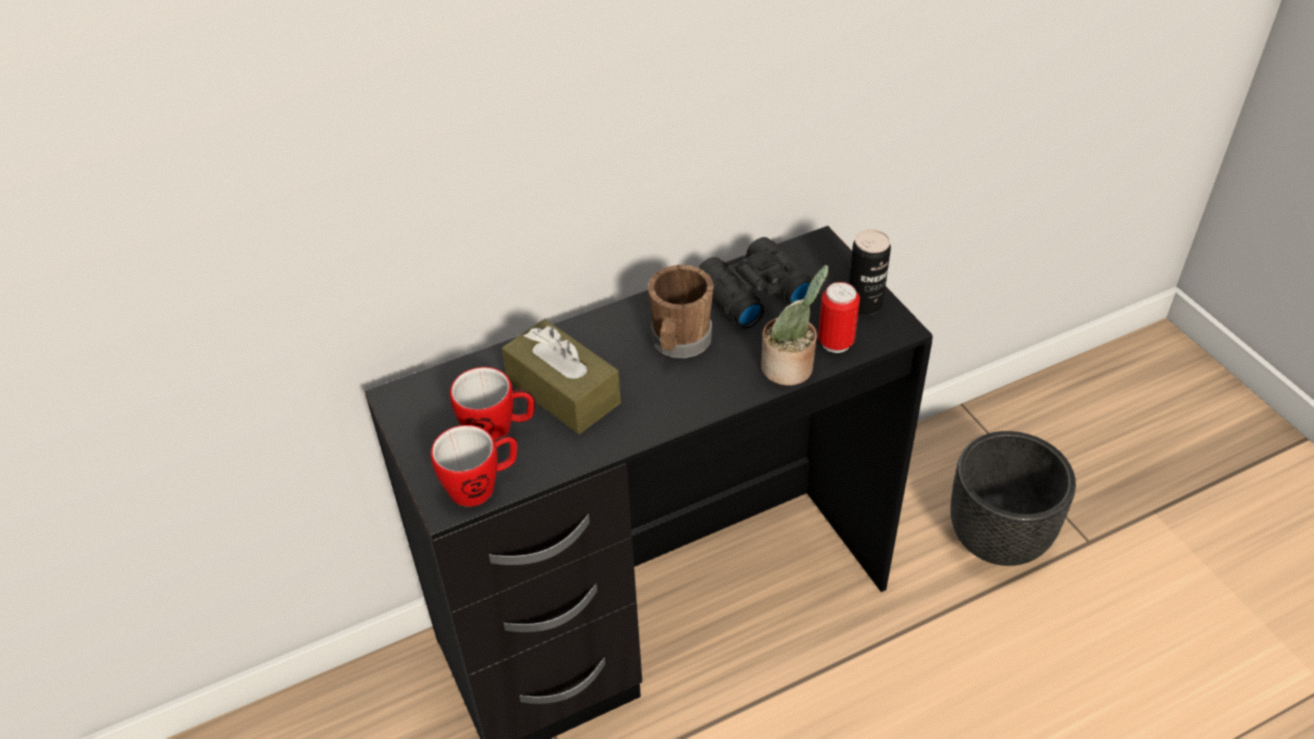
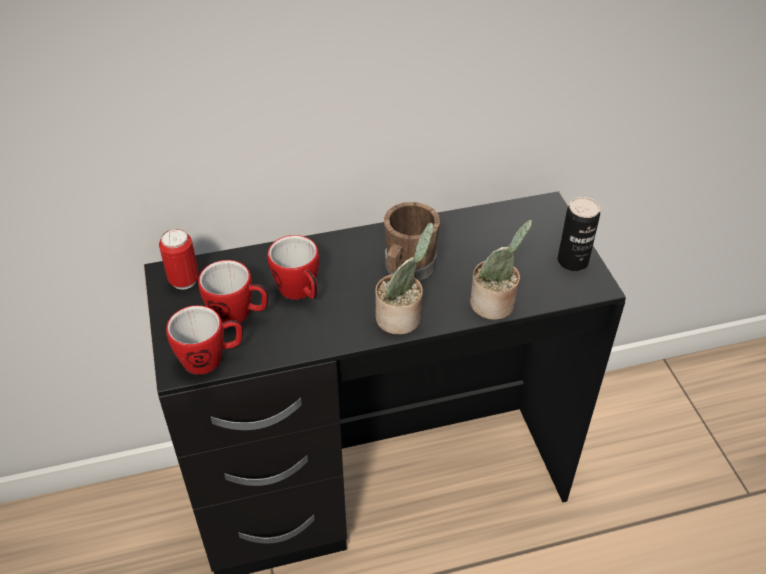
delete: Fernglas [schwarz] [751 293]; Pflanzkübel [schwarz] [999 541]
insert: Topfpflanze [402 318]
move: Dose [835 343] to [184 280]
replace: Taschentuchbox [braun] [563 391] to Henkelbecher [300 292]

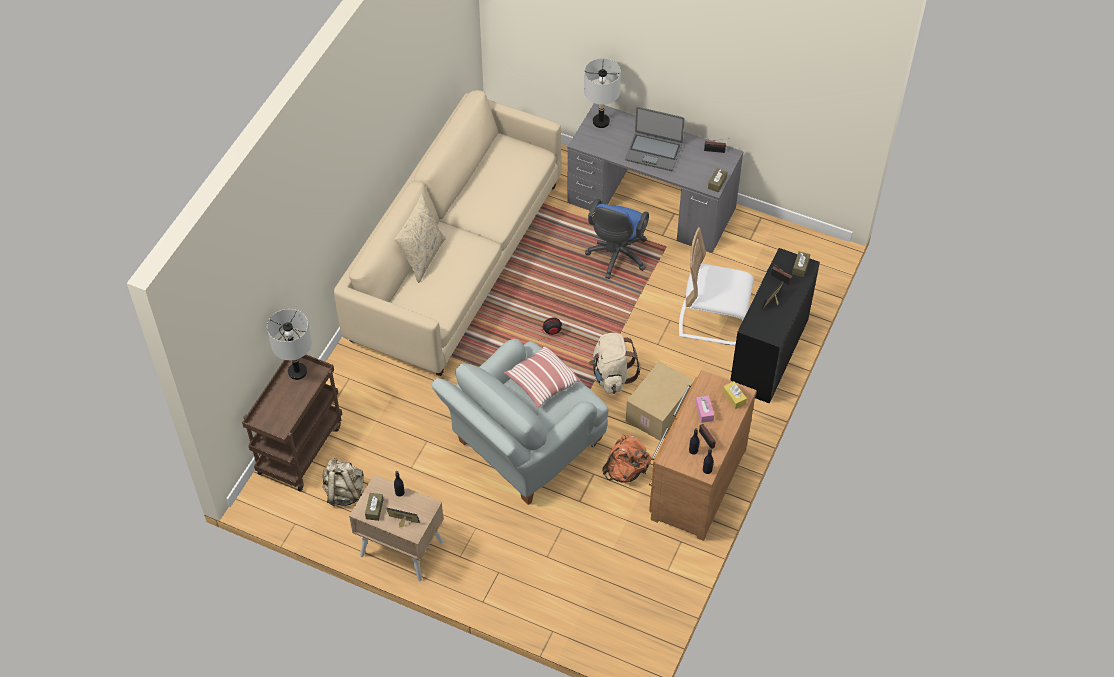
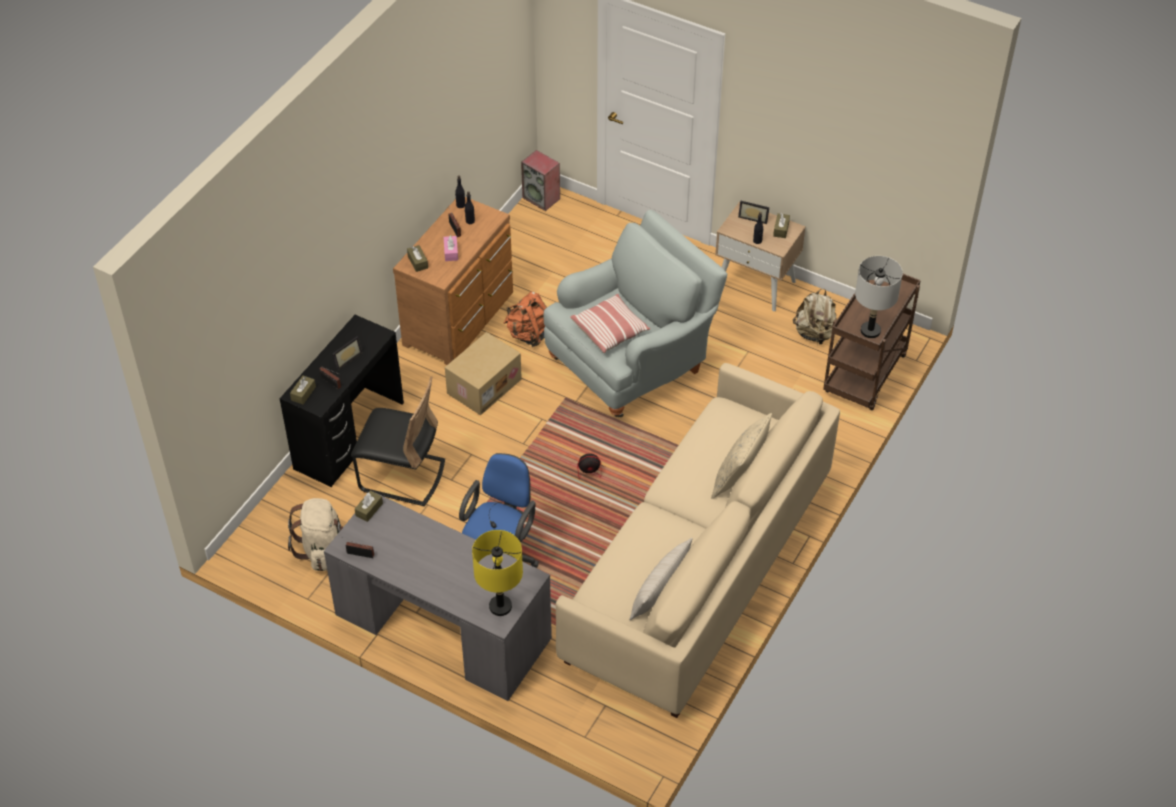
delete: Laptop [653 152]
insert: Lautsprecher [542 198]; Kissen [beige] [660 591]
move: Rucksack [beige] [611 376] to [322 549]
recolor: Tischlampe [grau] [600 122] to Tischlampe [gelb] [500 606]; Stuhl [weiß] [713 320] to Stuhl [schwarz] [402 476]; Taschentuchbox [gelb] [734 398] to Taschentuchbox [braun] [418 262]

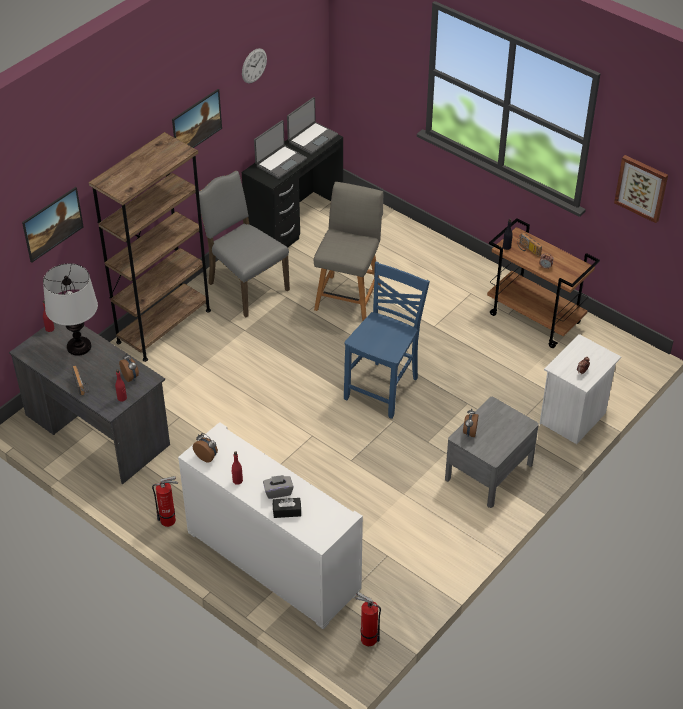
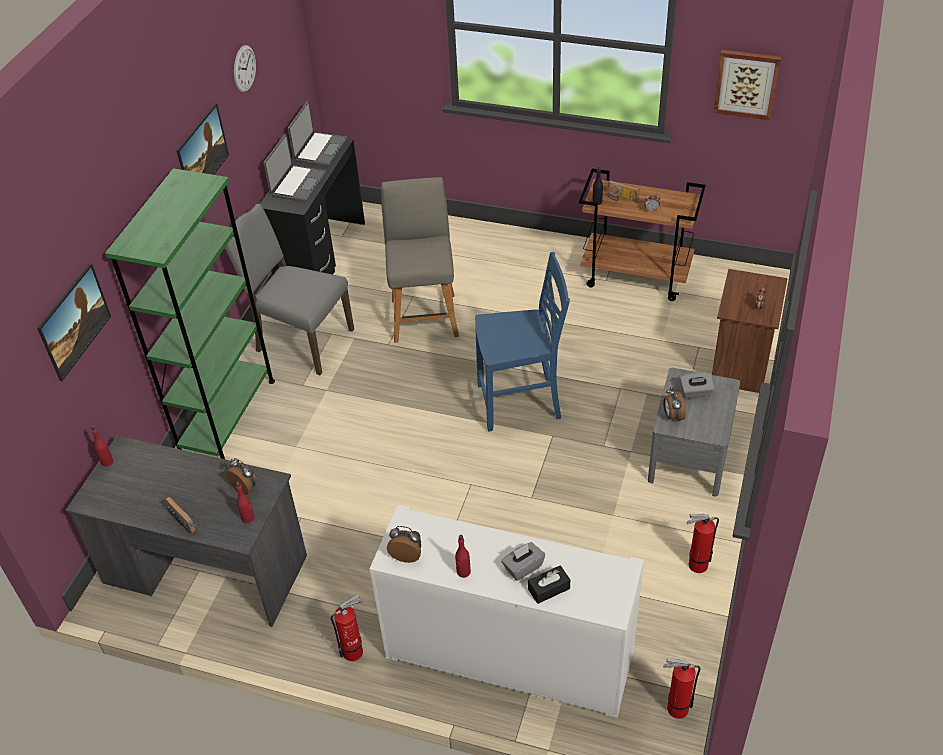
delete: Tischlampe [79 346]
insert: Taschentuchbox [grau] [696 392]; Feuerlöscher [695 565]
recolor: Bücherregal [braun] [164 326] to Bücherregal [grün] [227 416]; Nachttisch [weiß] [574 418] to Nachttisch [braun] [741 367]
rotate: Stuhl [blau] [383 388] = [521 403] 75 degrees clockwise

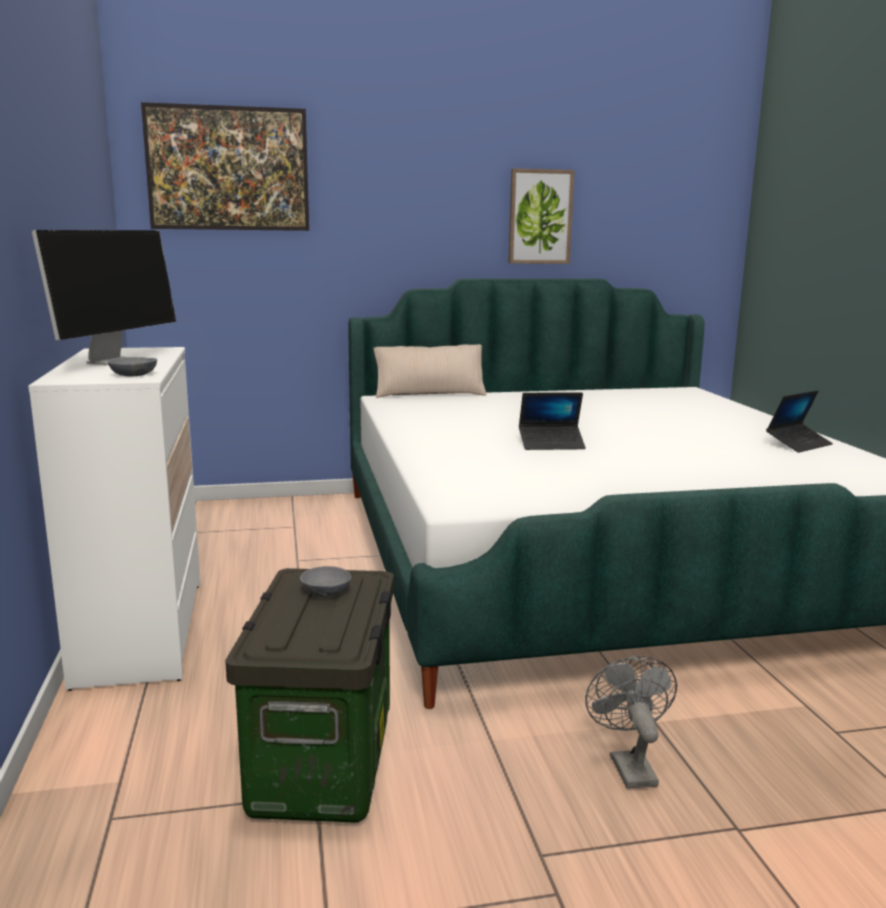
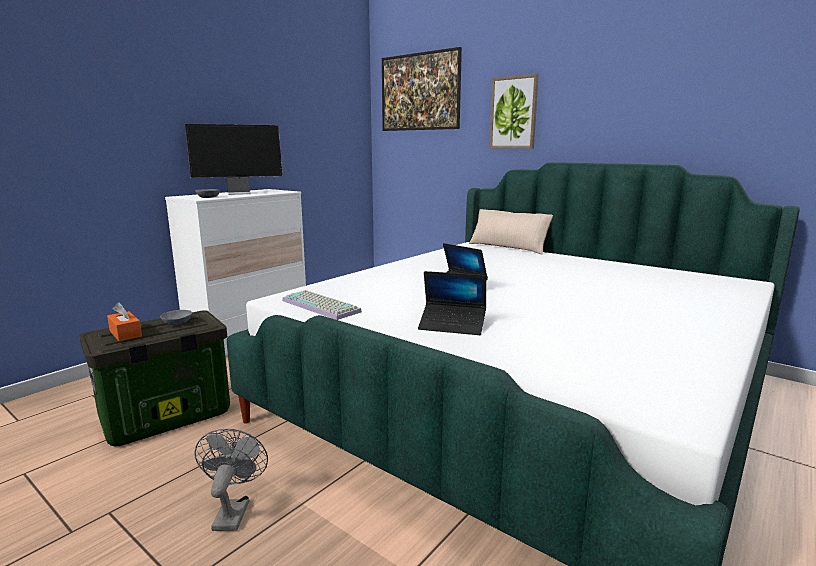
insert: Taschentuchbox [orange] [125 333]; Tastatur [322 306]
move: Bild [540 217] to [513 113]; Laptop [798 444] to [452 325]
rotate: Ventilator [grau] [628 765] = [233 511] 45 degrees counterclockwise

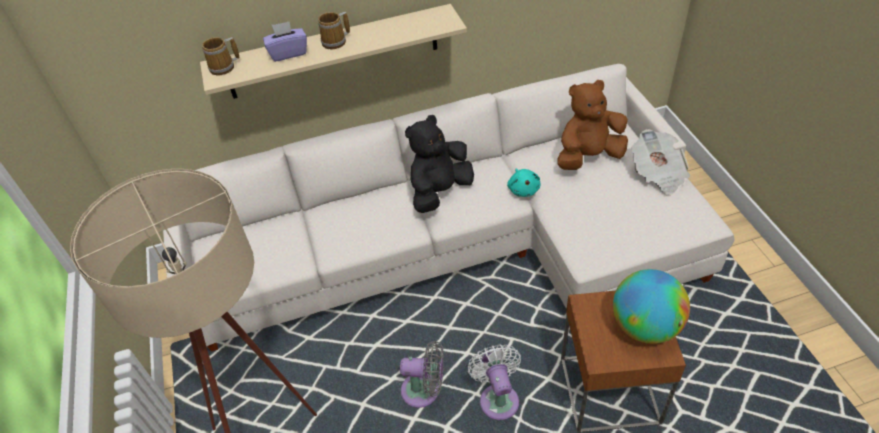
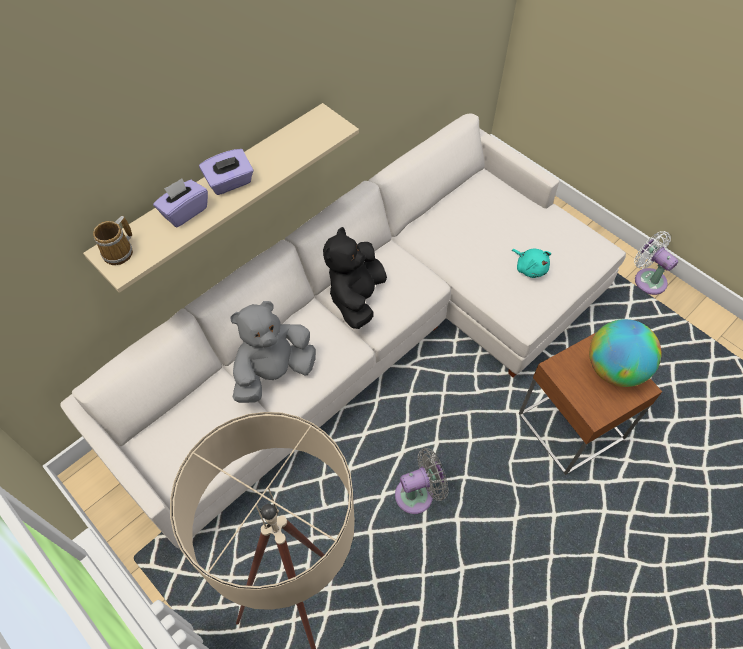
delete: Plüschtier [braun] [588 157]; Zeitung [658 174]
insert: Plüschtier [grau] [274 373]
move: Ventilator [weiß] [498 398] to [647 279]; Plüschtier [türkis] [523 189] to [530 268]
replace: Henkelbecher [336 42] to Taschentuchbox [lila] [230 183]

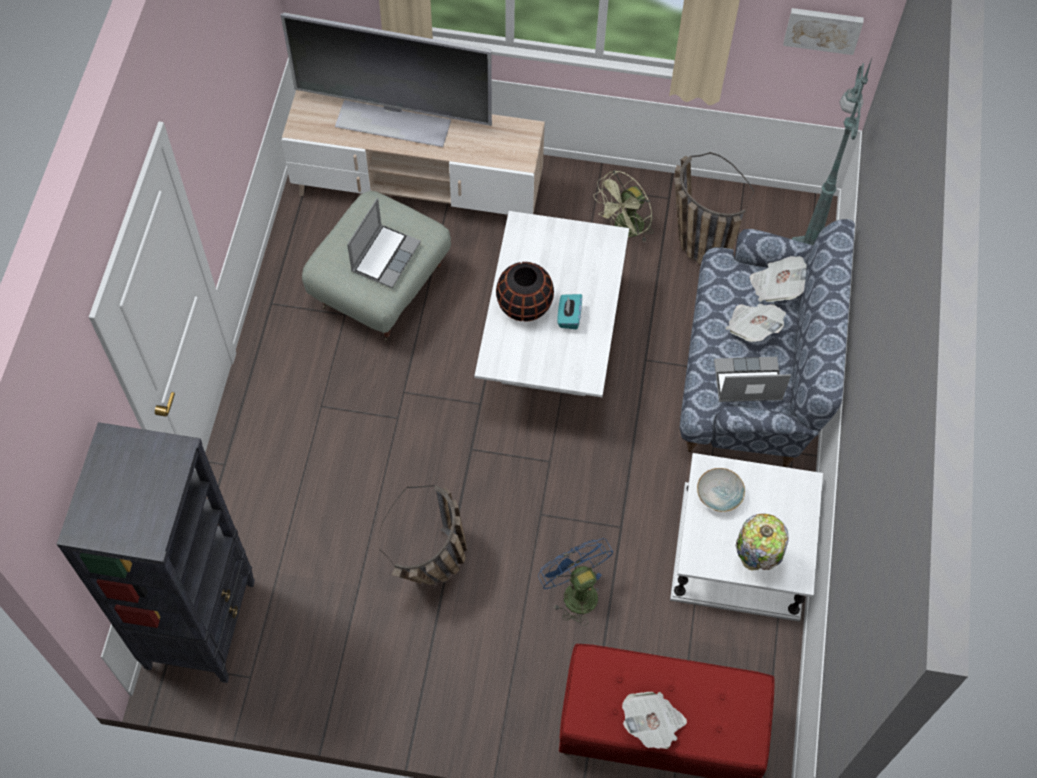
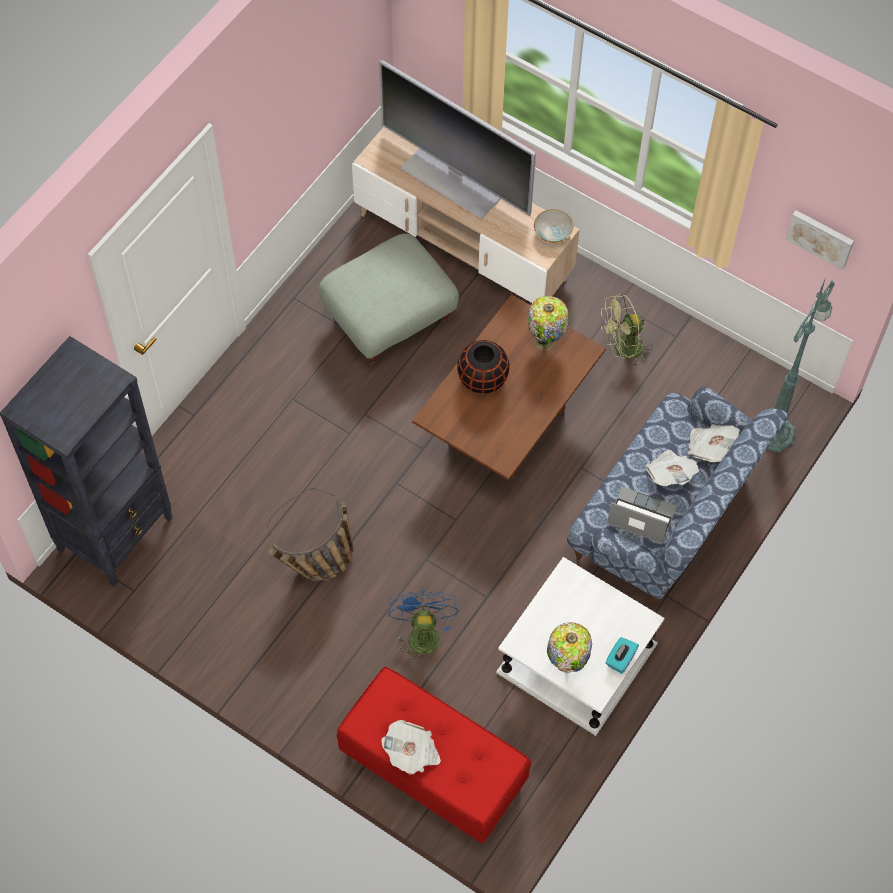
delete: Laptop [385 256]; Korb [695 238]
insert: Tischlampe [545 342]
move: Taschentuchbox [türkis] [569 317] to [620 659]; Schüssel [718 496] to [552 232]
recolor: Couchtisch [weiß] [551 345] to Couchtisch [braun] [507 424]

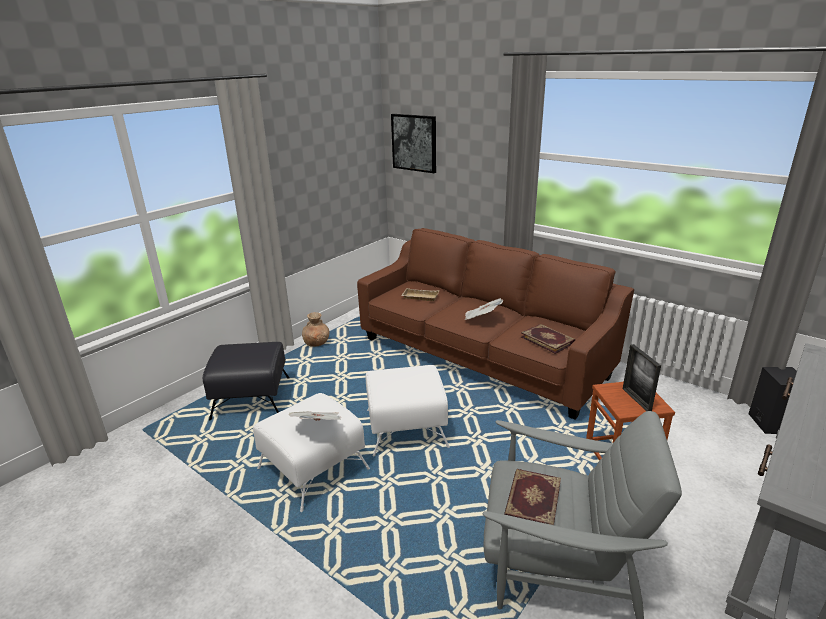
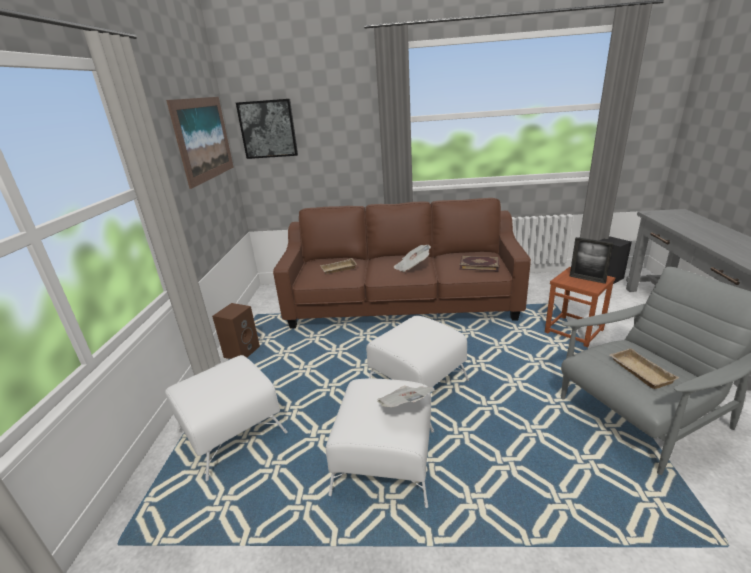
insert: Bild [204 139]
replace: Vase [braun] [317 343] to Lautsprecher [braun] [242 351]; Buch [531 500] to Tablett [beige] [638 371]
recolor: Polsterhocker [schwarz] [251 398] to Polsterhocker [weiß] [231 432]

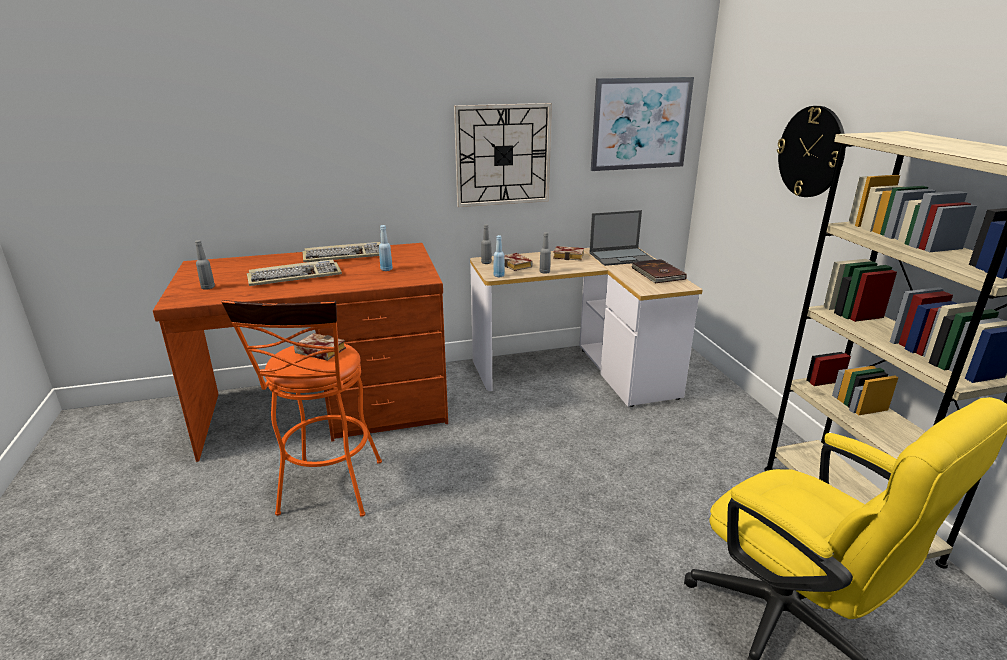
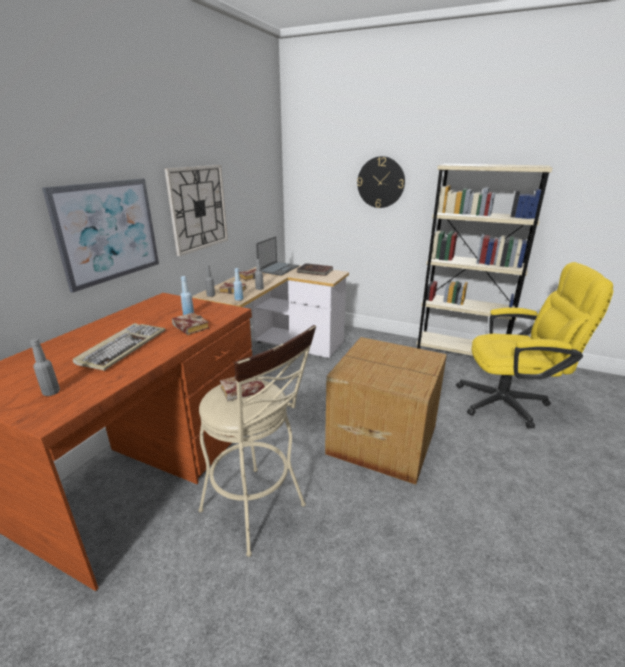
delete: Tastatur [345 255]
insert: Buch [189 327]; Karton [381 439]
move: Bild [640 124] to [108 231]
recolor: Hocker [orange] [329 493] to Hocker [beige] [259 512]

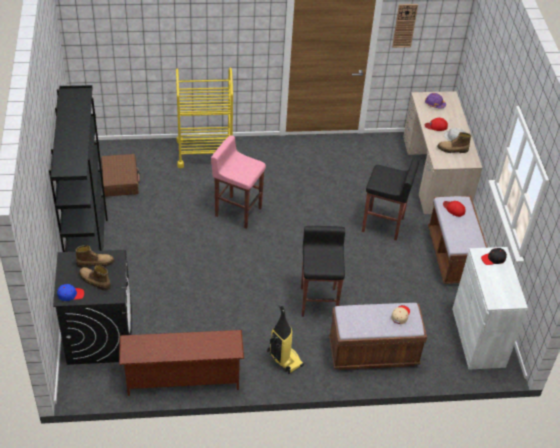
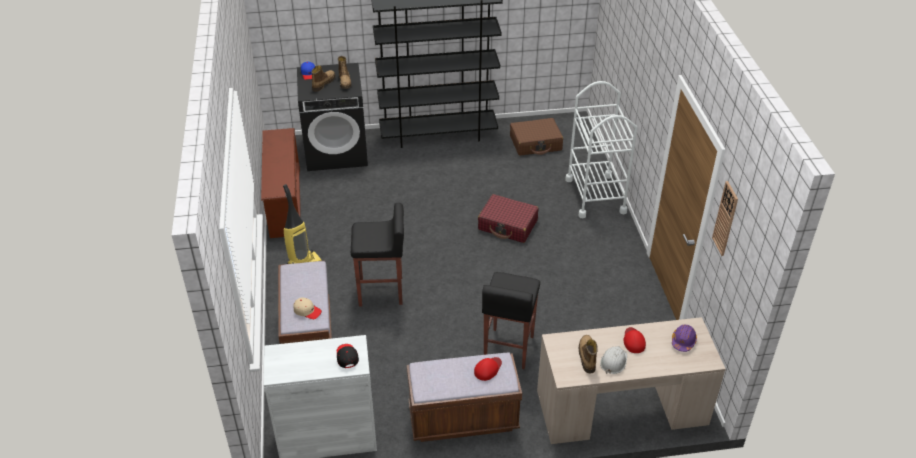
replace: Hocker [rosa] [238 211] to Koffer [rot] [508 225]
recolor: Rollwagen [gelb] [205 153] to Rollwagen [weiß] [595 195]

